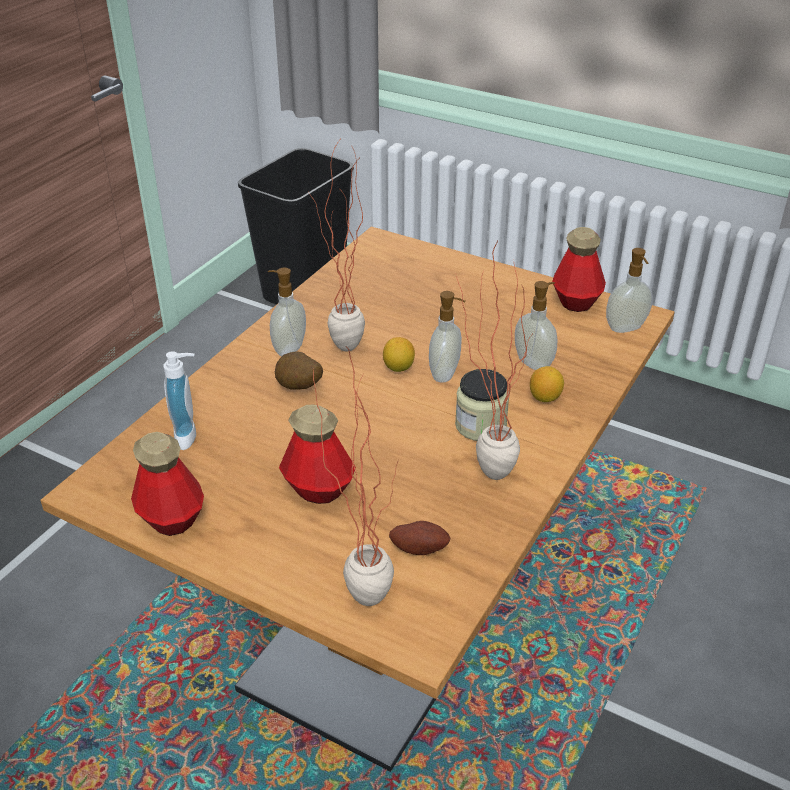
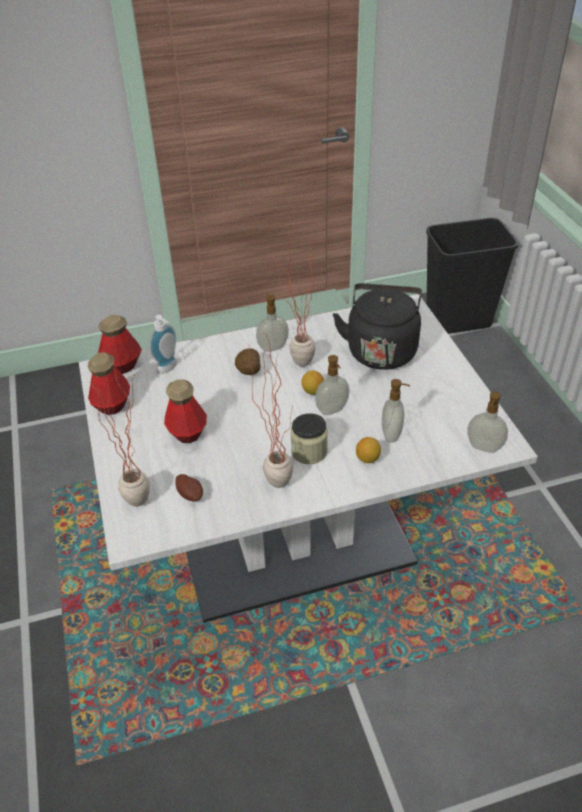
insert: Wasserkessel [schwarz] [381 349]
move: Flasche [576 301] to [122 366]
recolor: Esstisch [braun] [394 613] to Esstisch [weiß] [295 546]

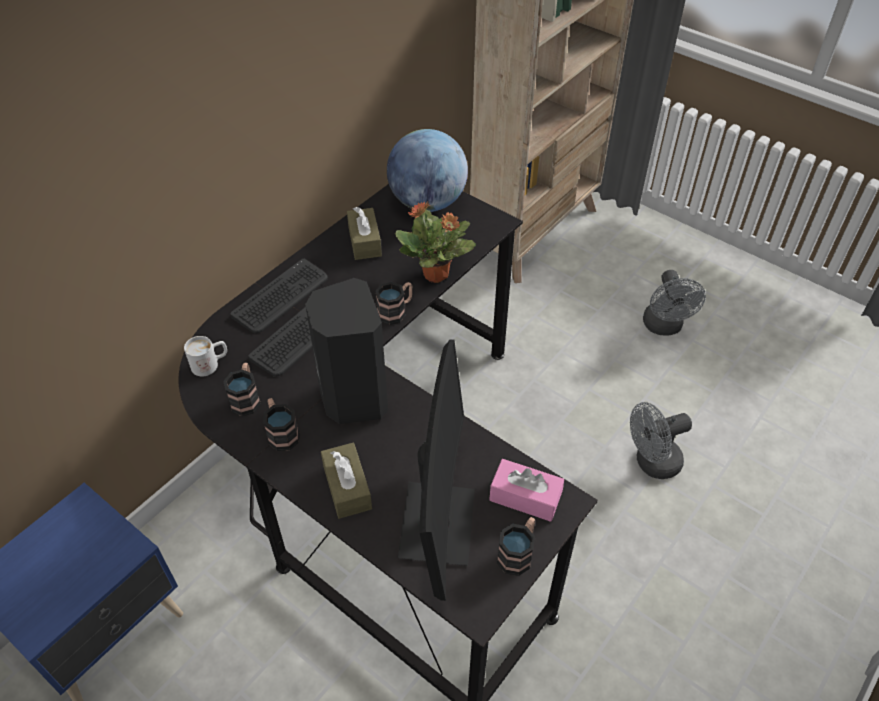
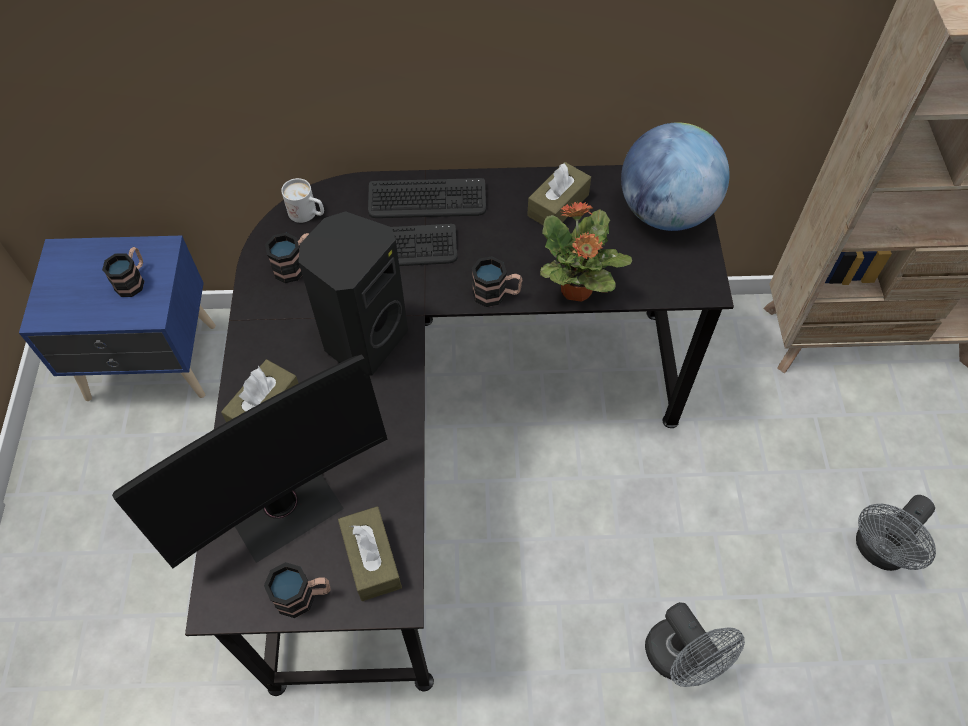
move: Henkelbecher [281 433] to [133 280]
recolor: Taschentuchbox [rosa] [525 497] to Taschentuchbox [braun] [371 559]
rotate: Ventilator [grau] [651 463] = [681 659] 150 degrees counterclockwise

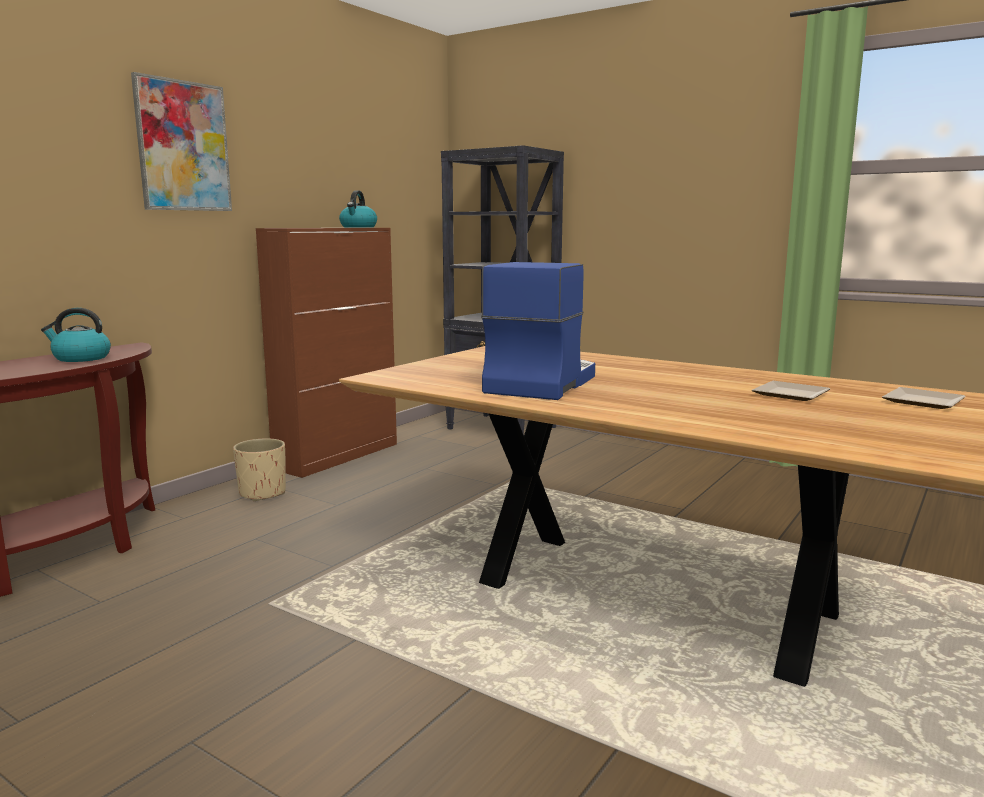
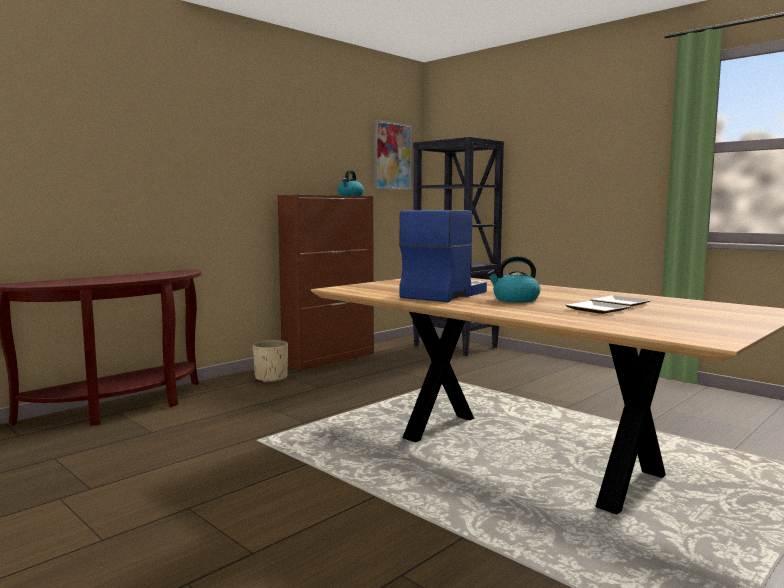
move: Wasserkessel [80 358] to [515 300]; Bild [183 146] to [392 156]; Teller [925 402] to [598 310]

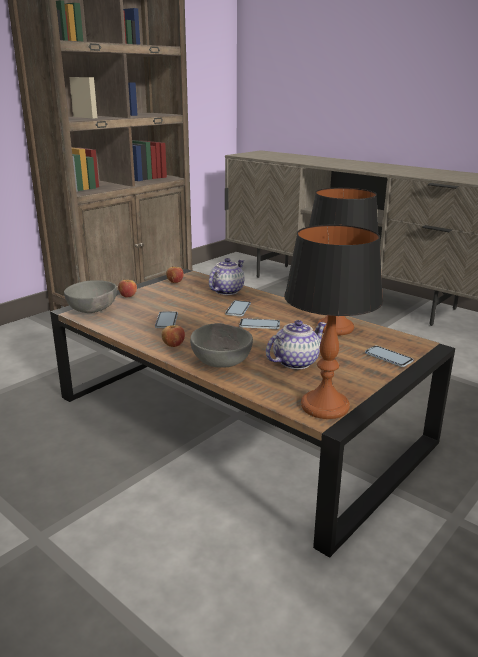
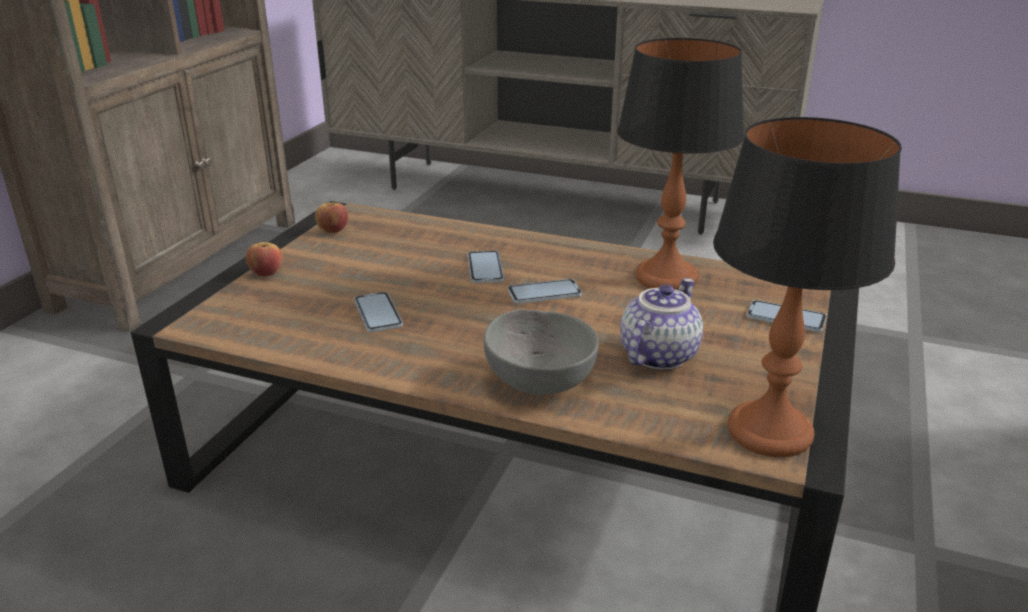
delete: Schüssel [grau] [93 311]; Apfel [173 345]; Teekanne [226 291]

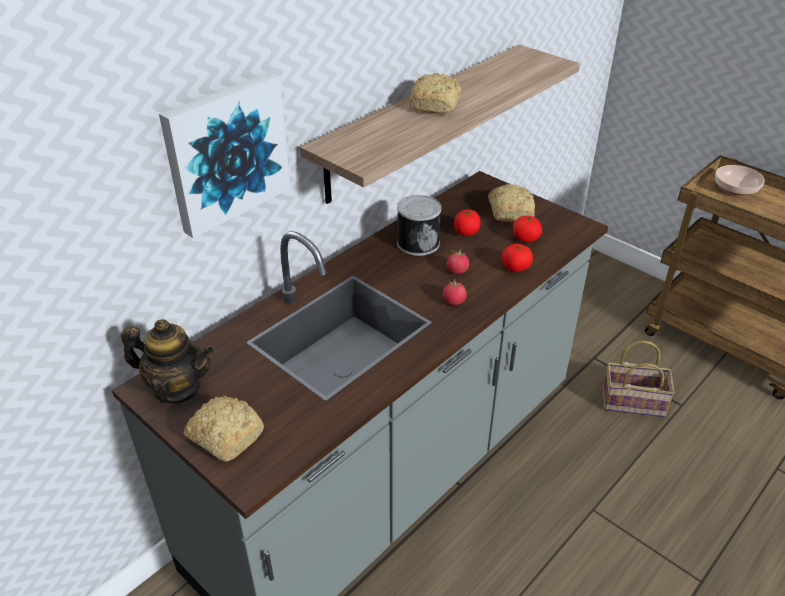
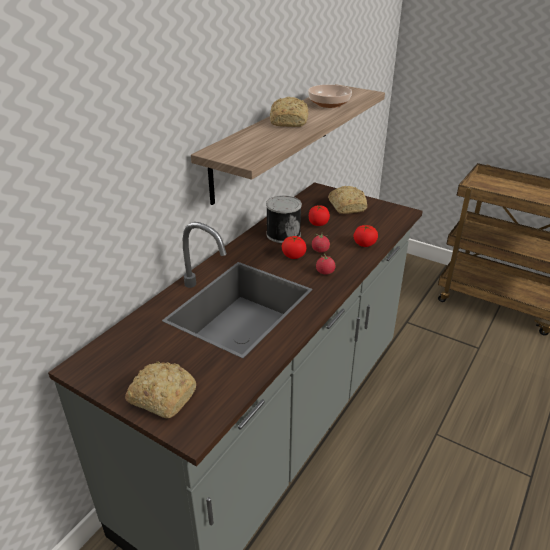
delete: Teekanne [177 388]; Bild [226 152]; Korb [634 401]
move: Tomate [525 238] to [293 256]; Schüssel [736 189] to [330 104]

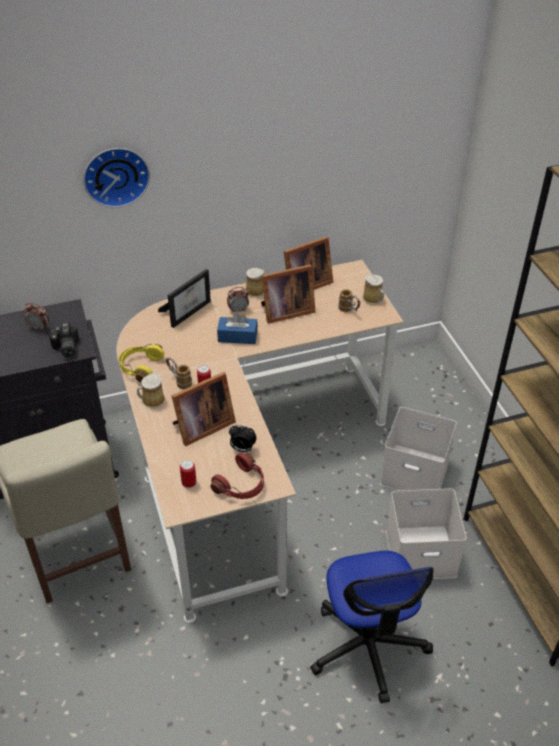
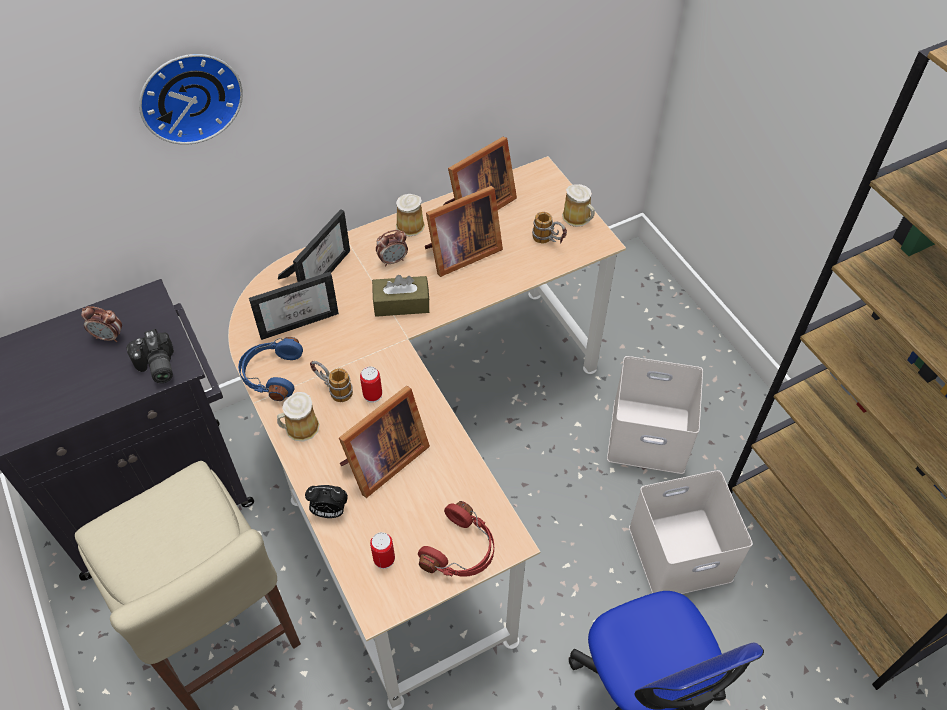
insert: Bilderrahmen [298 318]
move: Wecker [242 449] to [329 511]
recolor: Kopfhörer [gelb] [140 367] to Kopfhörer [blau] [271 375]; Taschentuchbox [blau] [237 336] to Taschentuchbox [braun] [401 303]

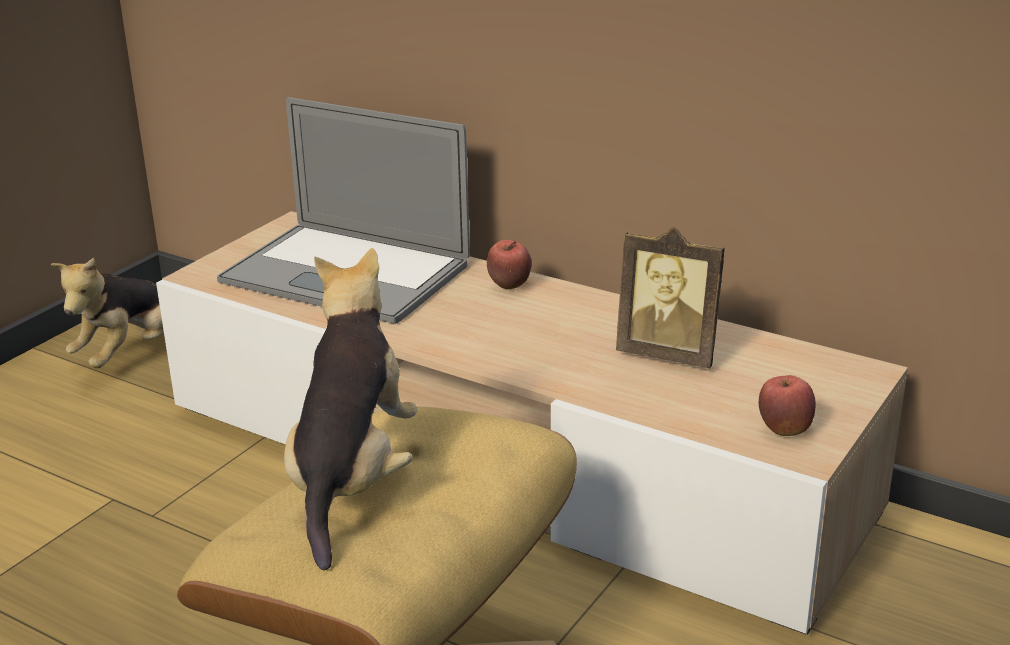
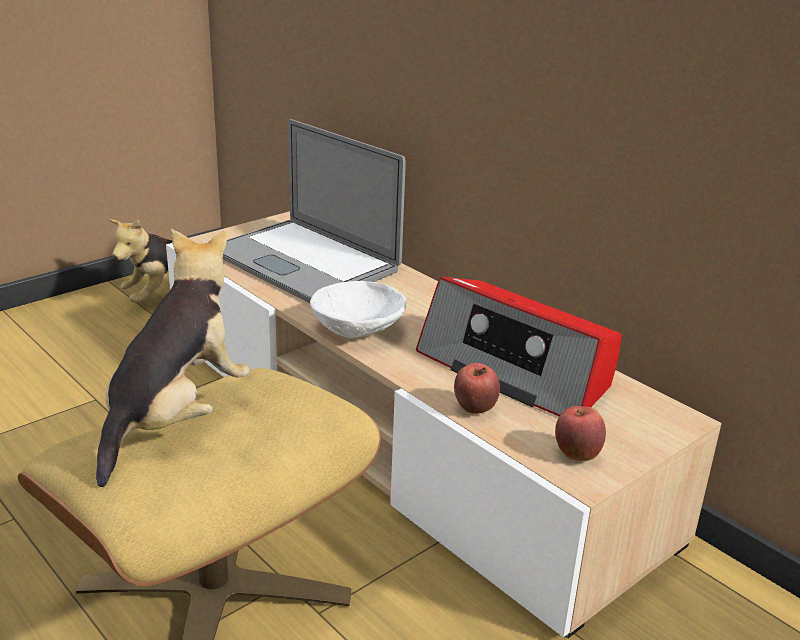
insert: Schüssel [weiß] [359 331]
move: Apfel [509 286] to [475 409]
replace: Bilderrahmen [669 354] to Radio [516 370]

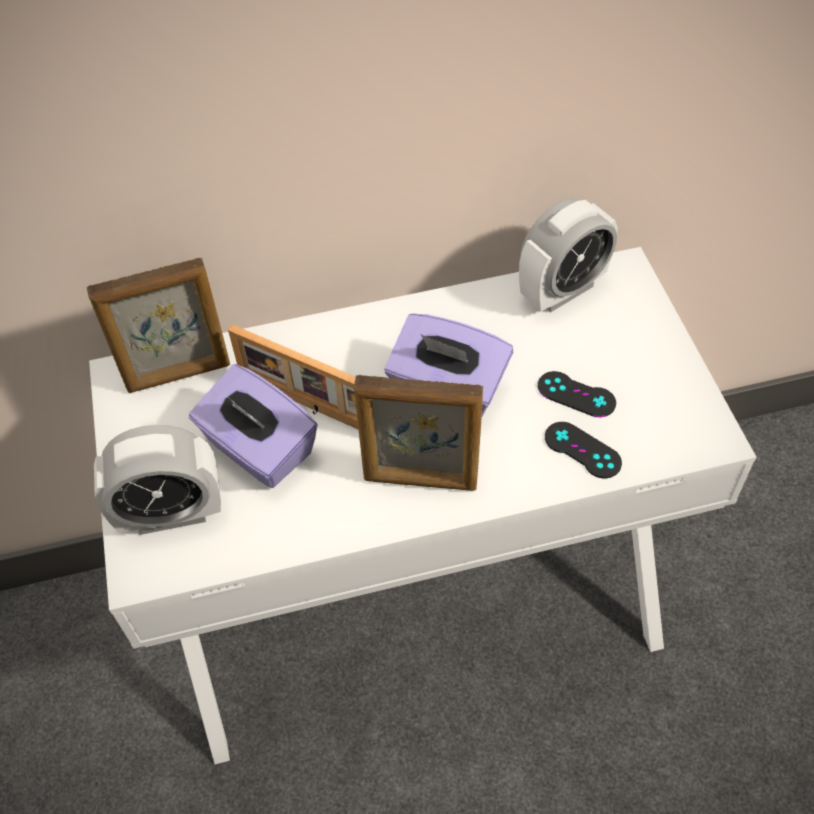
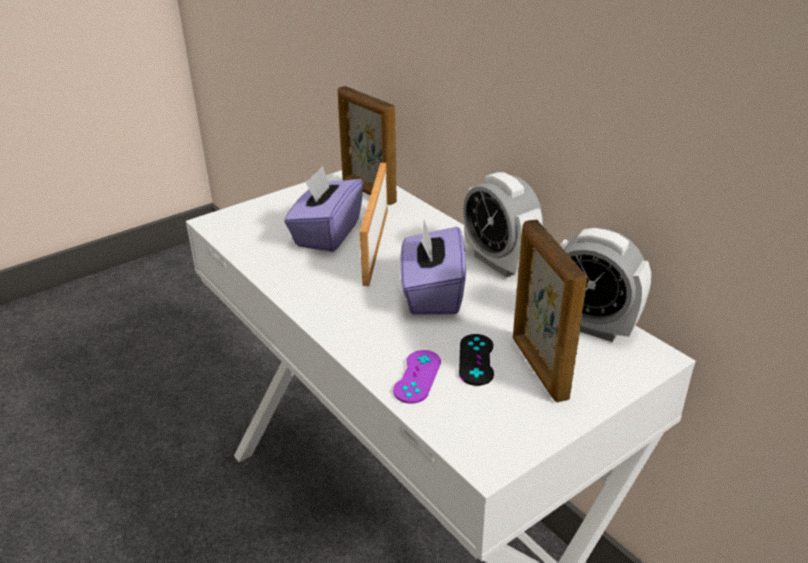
move: Wecker [171 514] to [499 262]; Bilderrahmen [420 480] to [538 367]
recolor: Gamepad [schwarz] [582 450] to Gamepad [lila] [417 376]

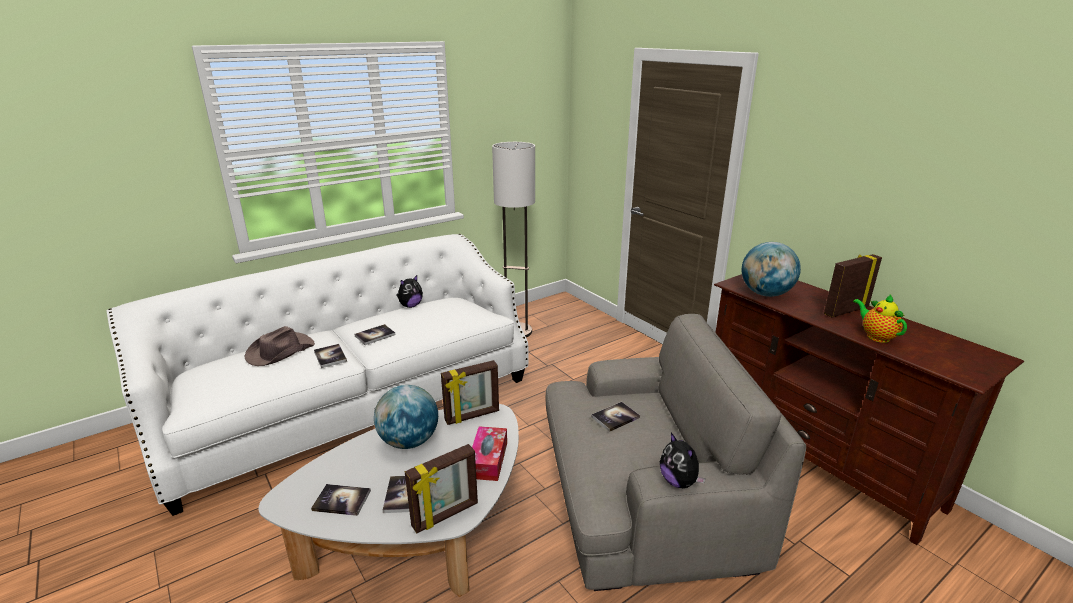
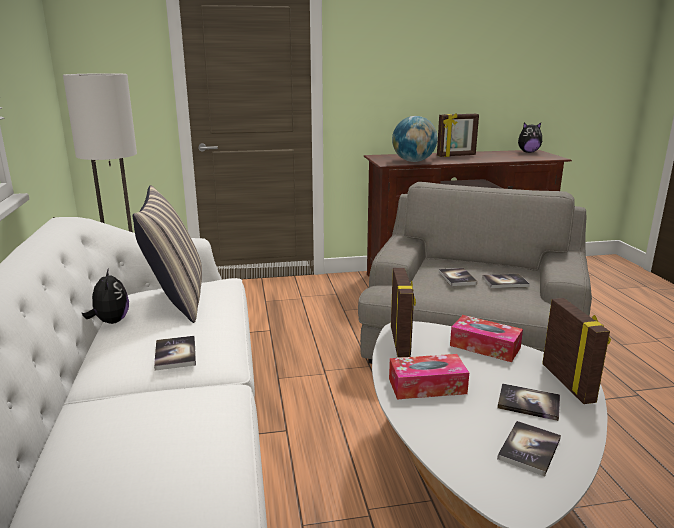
delete: Hut [braun] [279 351]; Teekanne [875 336]
insert: Kissen [176 300]
move: Buch [330 356] to [505 282]; Plüschtier [679 482] to [528 152]
replace: Globus [409 441] to Taschentuchbox [427 386]
rotate: Bilderrahmen [845 310] = [456 156] 105 degrees counterclockwise

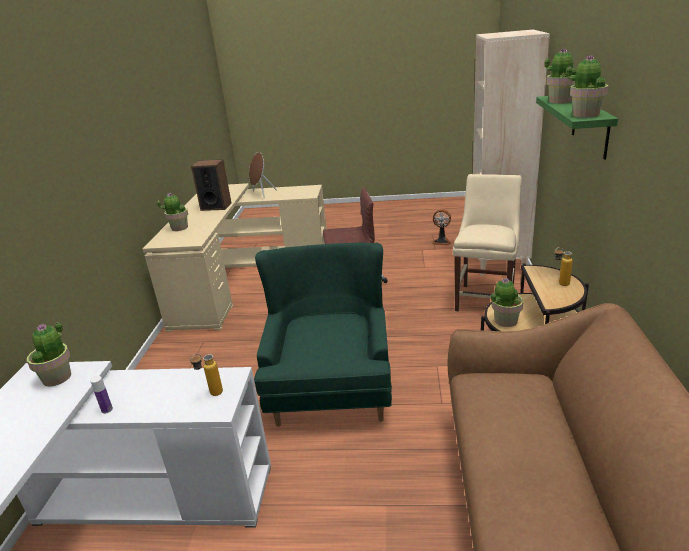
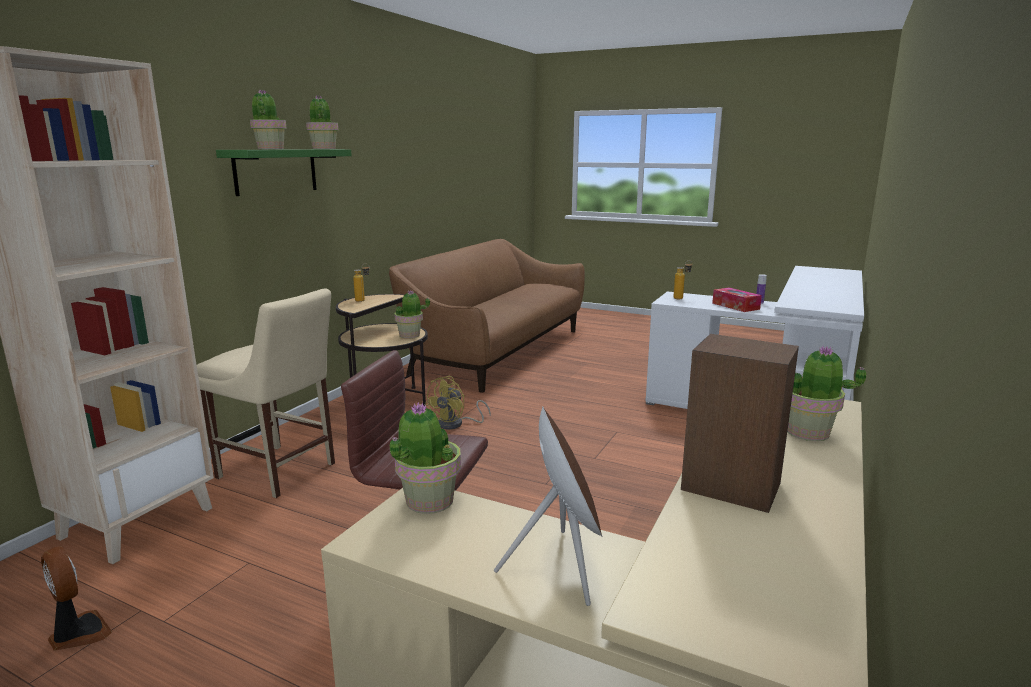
delete: Sessel [grün] [332 387]
insert: Ventilator [gelb] [456 424]; Taschentuchbox [735 306]
move: Topfpflanze [58 377] to [428 501]
rotate: Stuhl [beige] [486 298] = [280 472] 105 degrees counterclockwise

